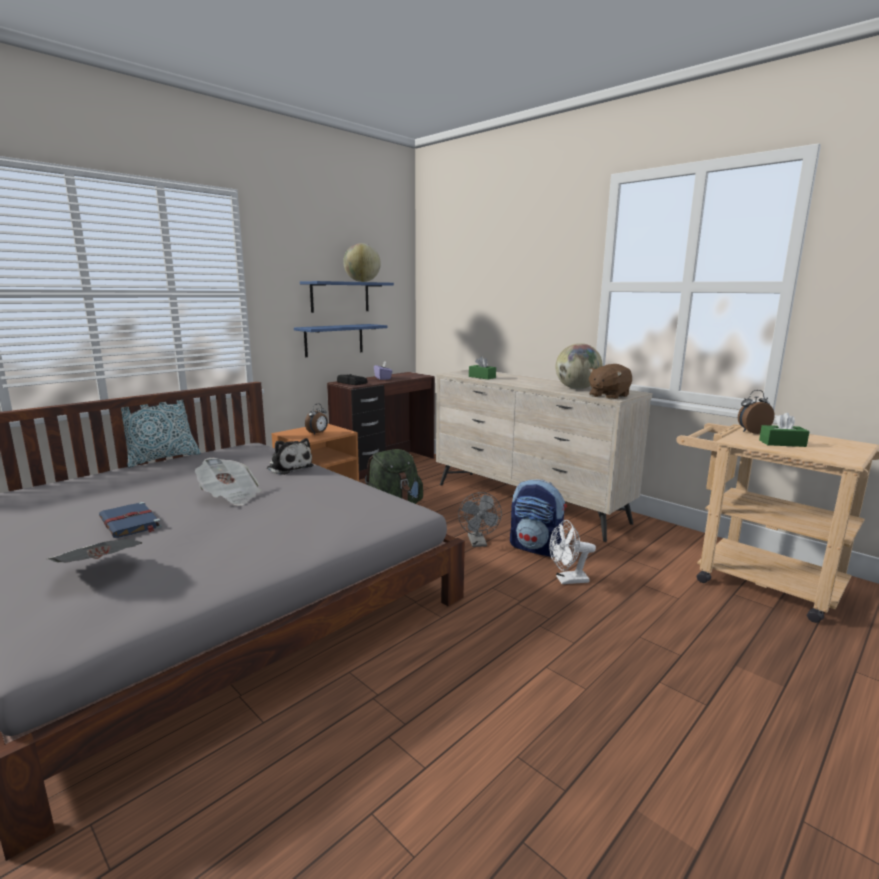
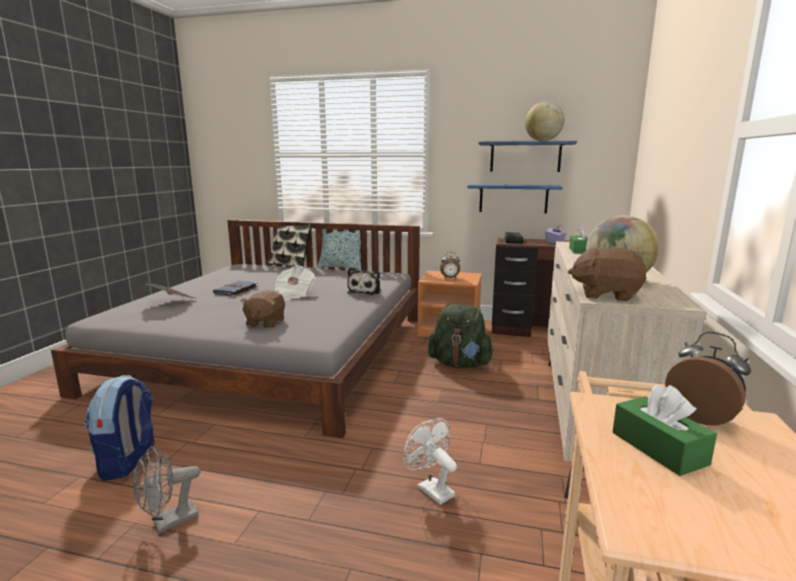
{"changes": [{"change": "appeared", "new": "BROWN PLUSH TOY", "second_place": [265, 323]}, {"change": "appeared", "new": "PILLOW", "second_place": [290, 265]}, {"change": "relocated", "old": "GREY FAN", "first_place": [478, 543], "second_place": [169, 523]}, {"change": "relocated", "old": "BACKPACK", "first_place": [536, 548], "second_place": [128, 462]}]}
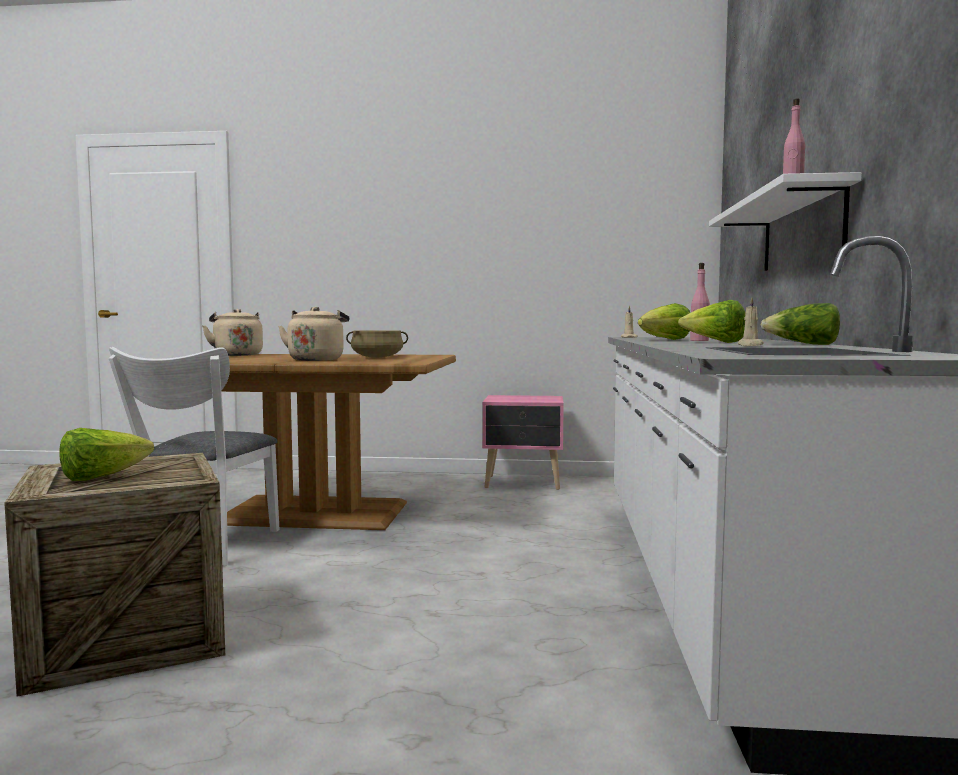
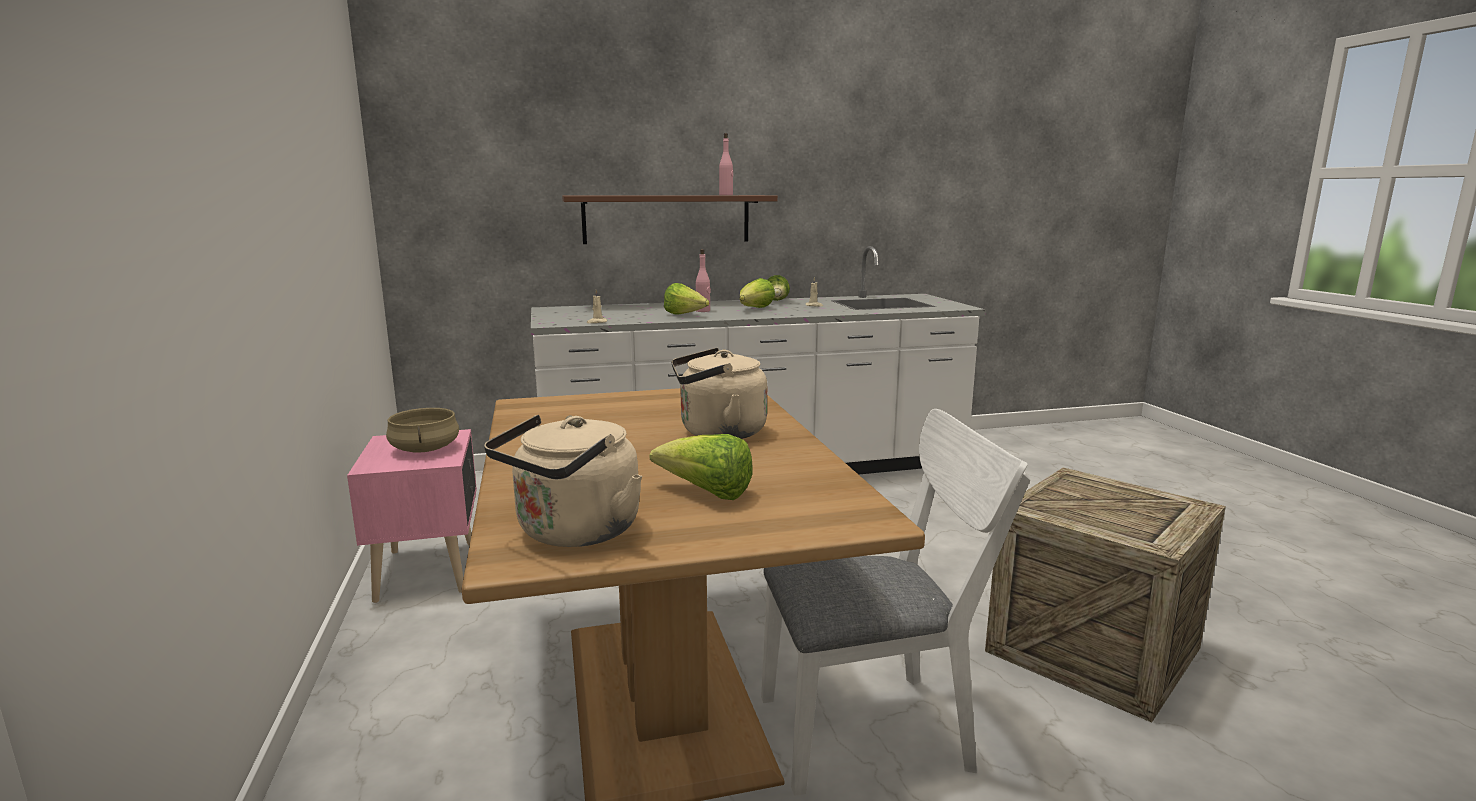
{"changes": [{"change": "relocated", "old": "LETTUCE", "first_place": [102, 477], "second_place": [707, 493]}, {"change": "relocated", "old": "BEIGE COOKING POT", "first_place": [377, 357], "second_place": [424, 449]}, {"change": "colour", "old": "WHITE SHELF", "new": "BROWN SHELF", "first_place": [801, 231], "second_place": [667, 219]}]}
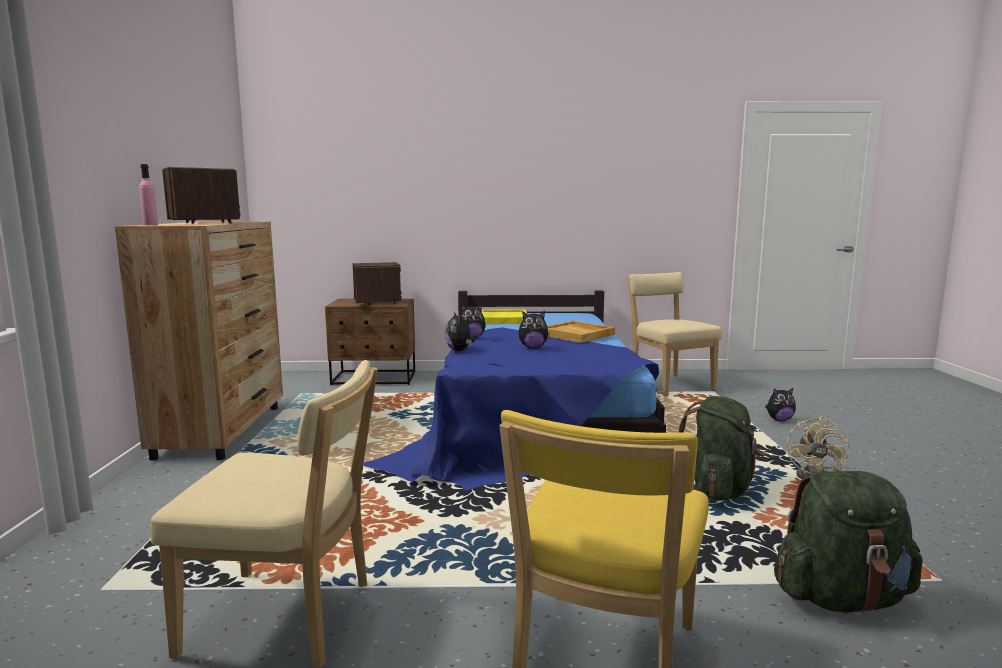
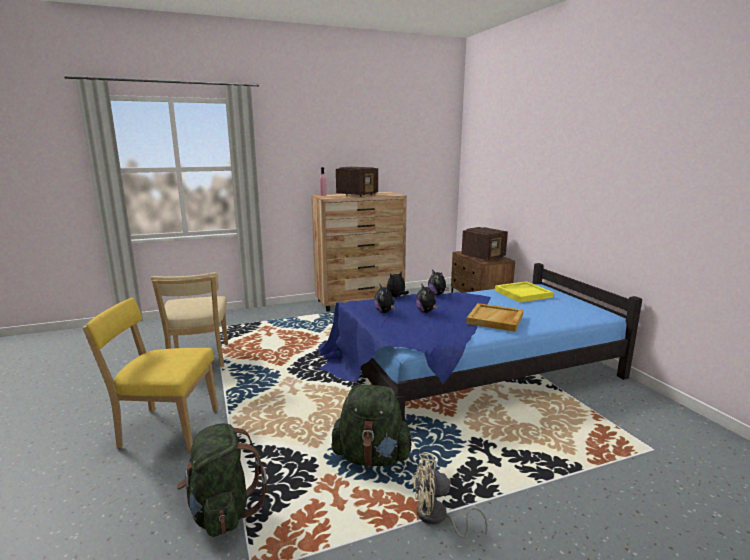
{"changes": [{"change": "missing", "old": "BEIGE CHAIR", "first_place": [668, 384]}, {"change": "relocated", "old": "PLUSH TOY", "first_place": [779, 420], "second_place": [385, 312]}]}
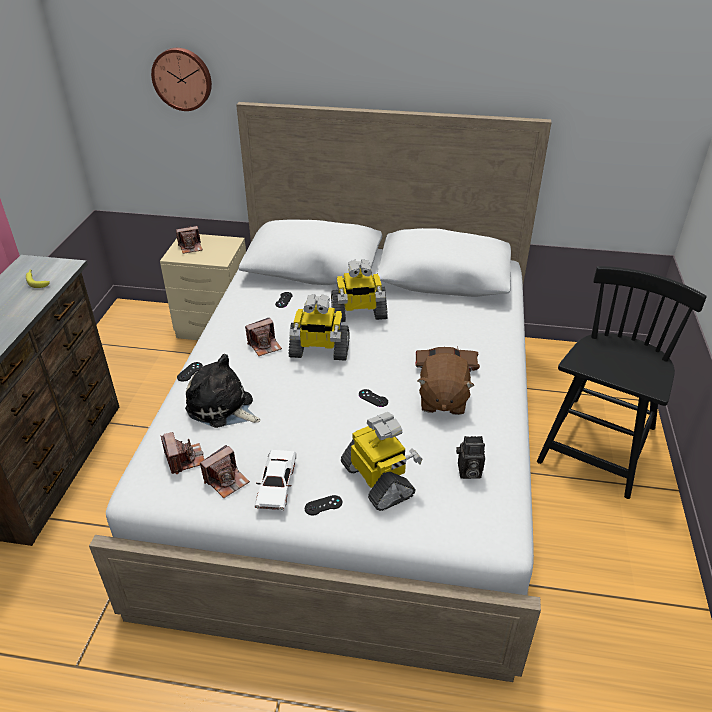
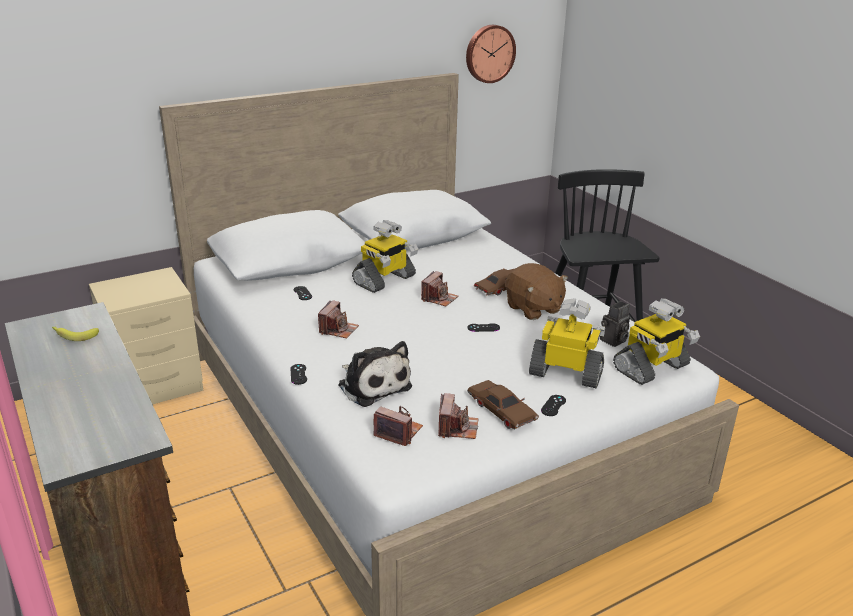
{"changes": [{"change": "relocated", "old": "WALL CLOCK", "first_place": [182, 78], "second_place": [489, 53]}, {"change": "relocated", "old": "PHOTO CAMERA", "first_place": [191, 247], "second_place": [439, 298]}, {"change": "relocated", "old": "TOY ROBOT", "first_place": [319, 351], "second_place": [651, 368]}, {"change": "colour", "old": "WHITE TOY CAR", "new": "BROWN TOY CAR", "first_place": [277, 485], "second_place": [501, 411]}, {"change": "spun", "old": "PLUSH TOY", "first_place": [222, 408], "second_place": [373, 385], "degrees": -120}]}
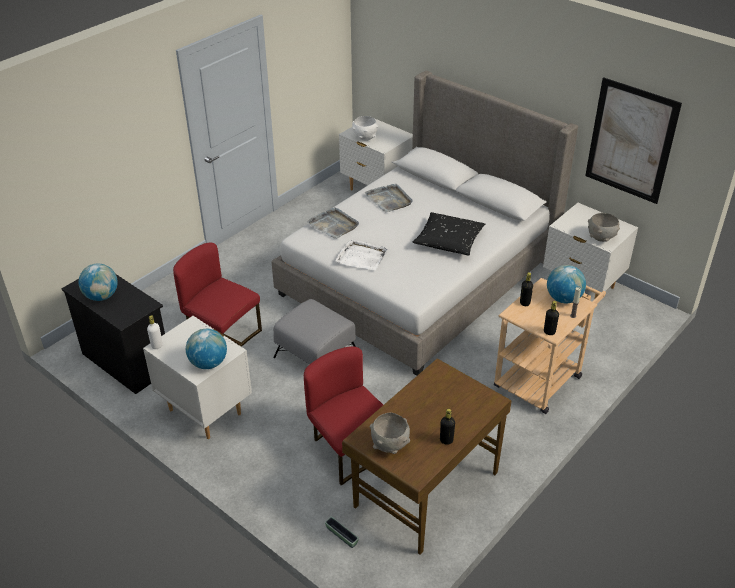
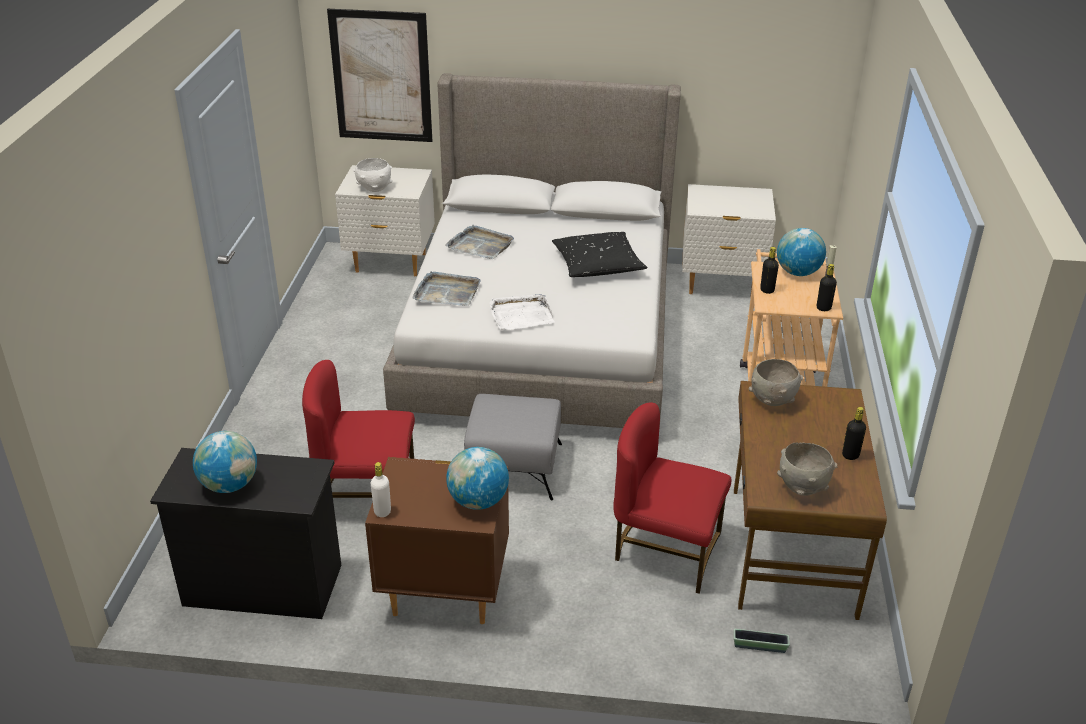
{"changes": [{"change": "relocated", "old": "PICTURE", "first_place": [630, 141], "second_place": [381, 76]}, {"change": "relocated", "old": "GREY BOWL", "first_place": [601, 238], "second_place": [772, 400]}, {"change": "colour", "old": "WHITE NIGHTSTAND", "new": "BROWN NIGHTSTAND", "first_place": [205, 411], "second_place": [444, 593]}]}
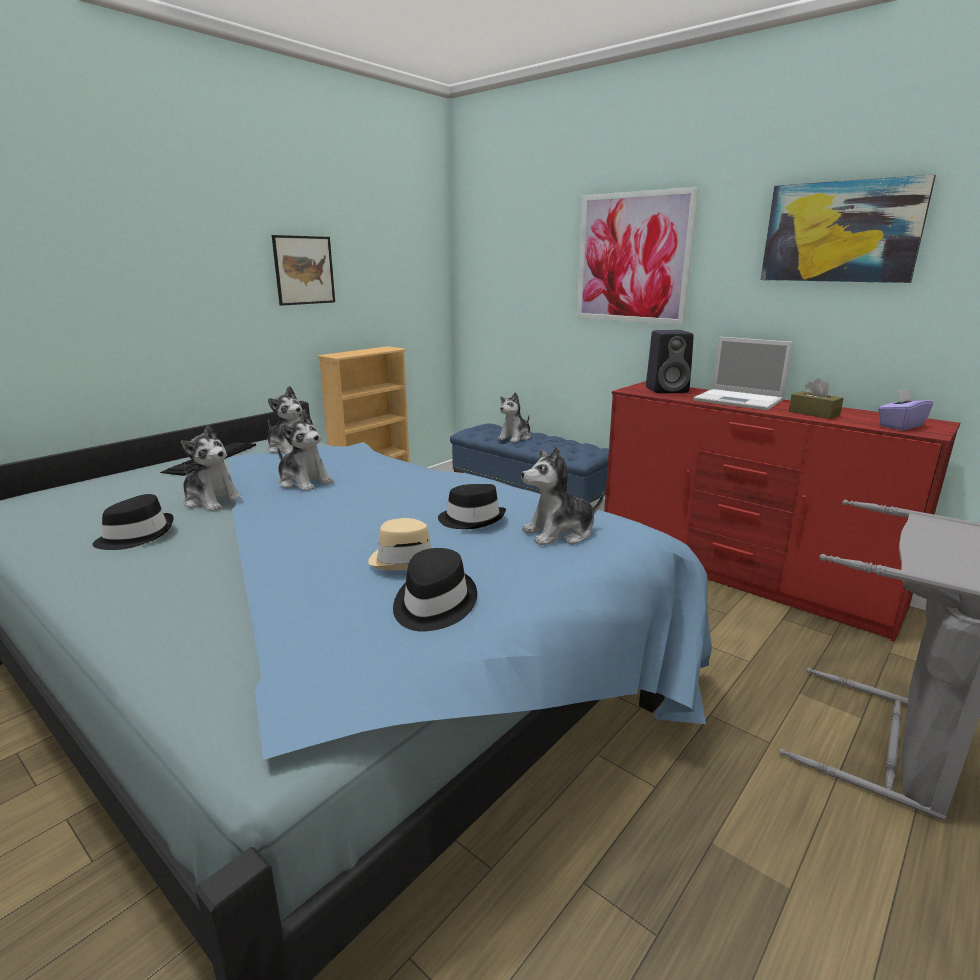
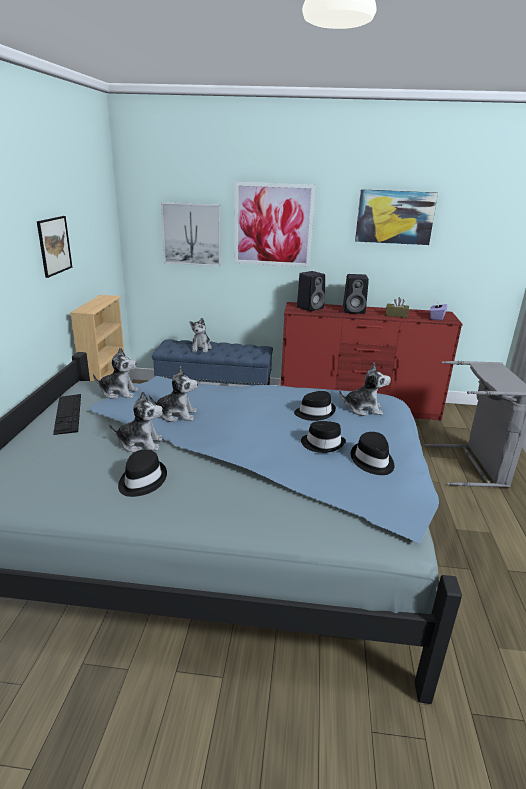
{"changes": [{"change": "appeared", "new": "PICTURE", "second_place": [192, 234]}, {"change": "exchanged", "old": "LAPTOP", "new": "BLACK SPEAKER", "first_place": [740, 400], "second_place": [354, 311]}, {"change": "colour", "old": "BEIGE HAT", "new": "BLACK HAT", "first_place": [404, 559], "second_place": [323, 444]}, {"change": "spun", "old": "PLUSH TOY", "first_place": [560, 533], "second_place": [363, 409], "degrees": -120}]}
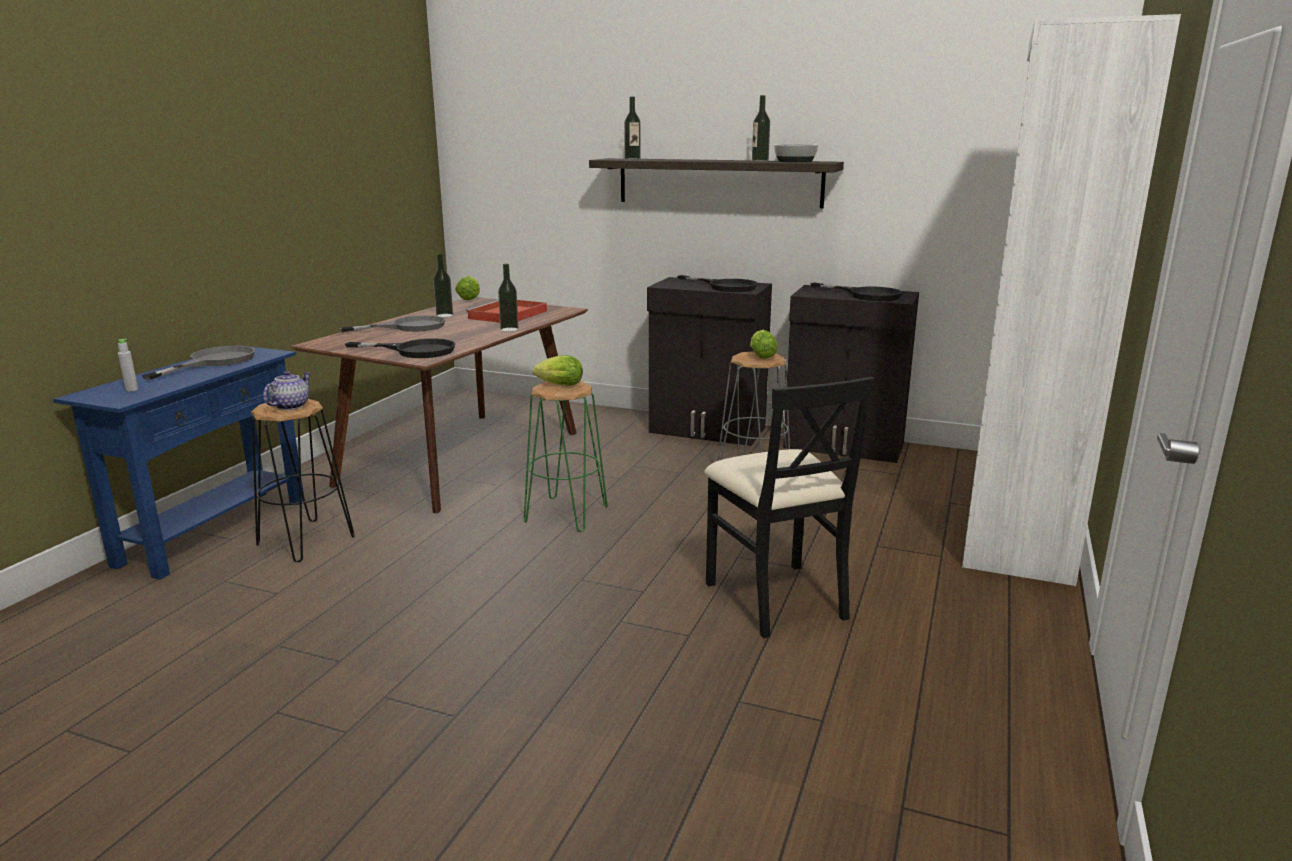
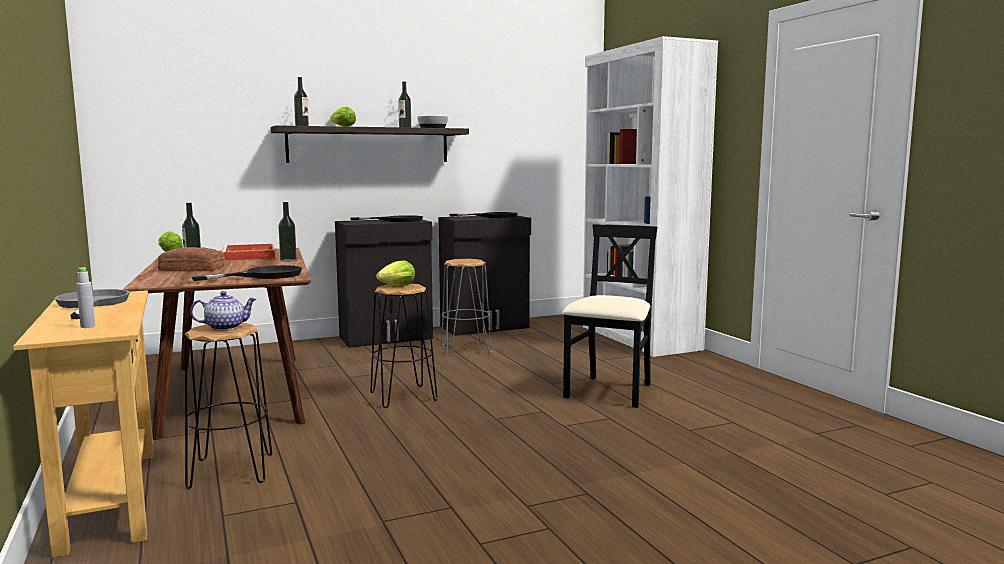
{"changes": [{"change": "relocated", "old": "LETTUCE", "first_place": [761, 356], "second_place": [342, 127]}, {"change": "exchanged", "old": "GREY FRYING PAN", "new": "BREAD", "first_place": [409, 327], "second_place": [191, 269]}, {"change": "colour", "old": "BLUE CONSOLE TABLE", "new": "BEIGE CONSOLE TABLE", "first_place": [214, 531], "second_place": [110, 498]}, {"change": "colour", "old": "GREEN STOOL", "new": "BLACK STOOL", "first_place": [566, 514], "second_place": [403, 396]}, {"change": "spun", "old": "TEAPOT", "first_place": [290, 406], "second_place": [225, 327], "degrees": 90}, {"change": "spun", "old": "BLACK CHAIR", "first_place": [776, 598], "second_place": [610, 392], "degrees": -90}]}
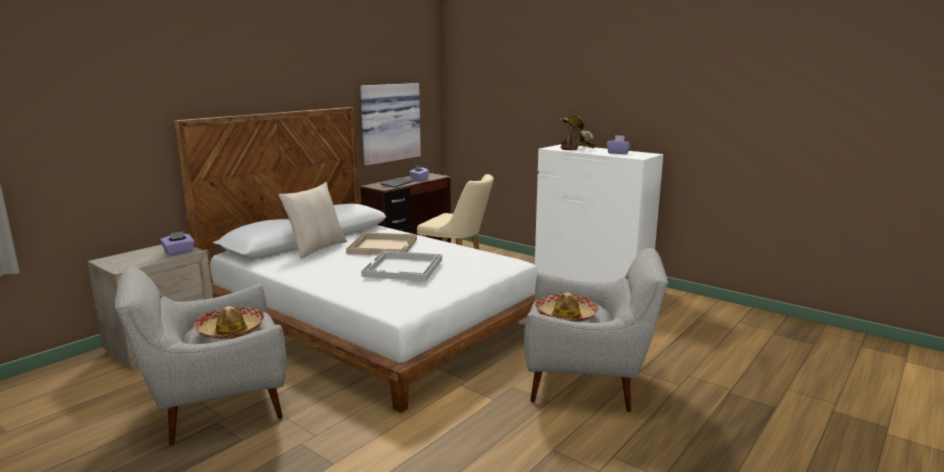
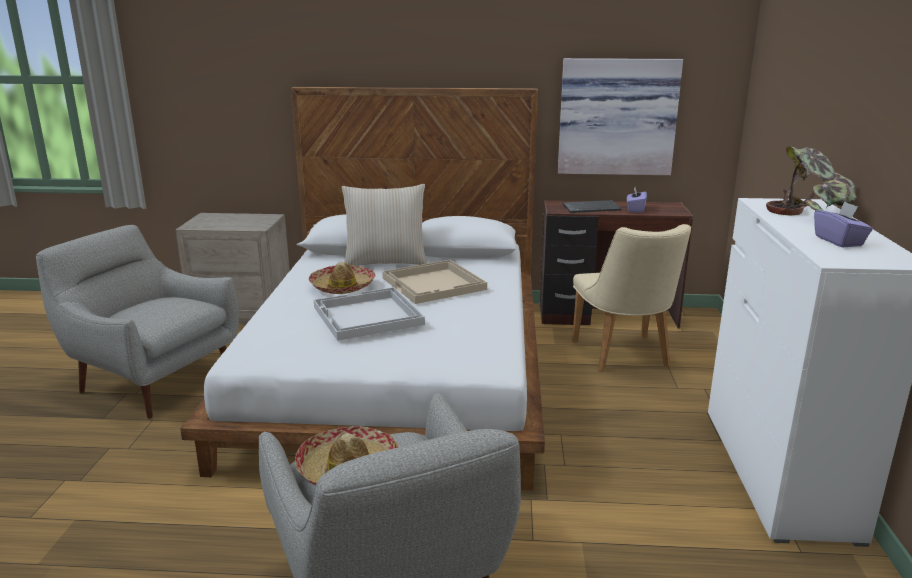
{"changes": [{"change": "missing", "old": "PURPLE TISSUE BOX", "first_place": [179, 252]}, {"change": "relocated", "old": "HAT", "first_place": [231, 330], "second_place": [342, 287]}]}
